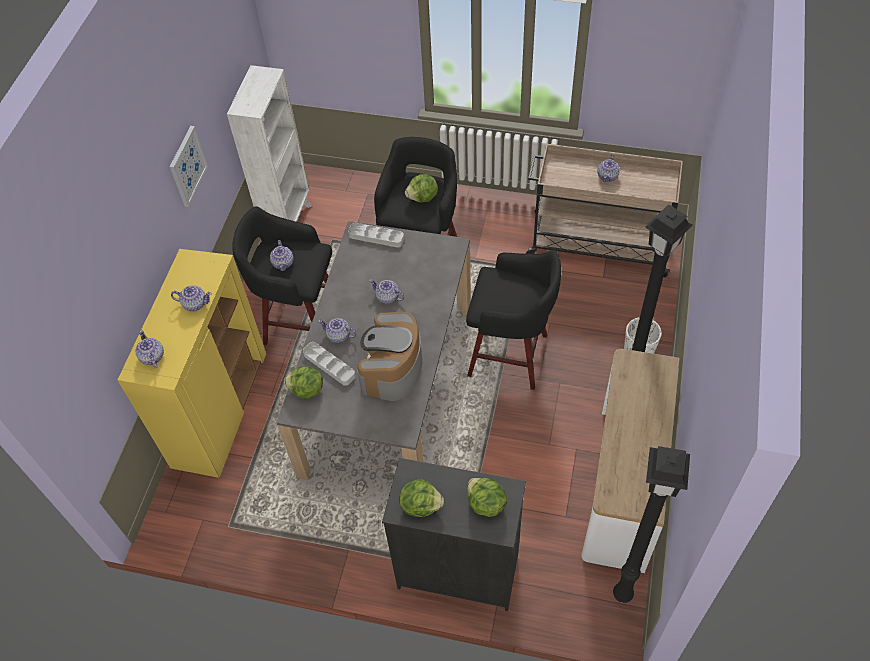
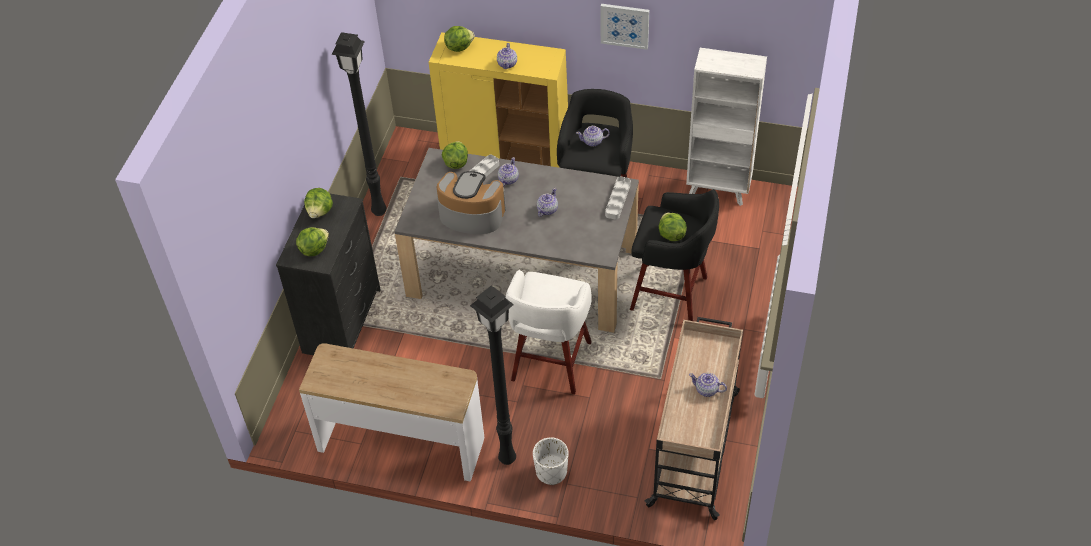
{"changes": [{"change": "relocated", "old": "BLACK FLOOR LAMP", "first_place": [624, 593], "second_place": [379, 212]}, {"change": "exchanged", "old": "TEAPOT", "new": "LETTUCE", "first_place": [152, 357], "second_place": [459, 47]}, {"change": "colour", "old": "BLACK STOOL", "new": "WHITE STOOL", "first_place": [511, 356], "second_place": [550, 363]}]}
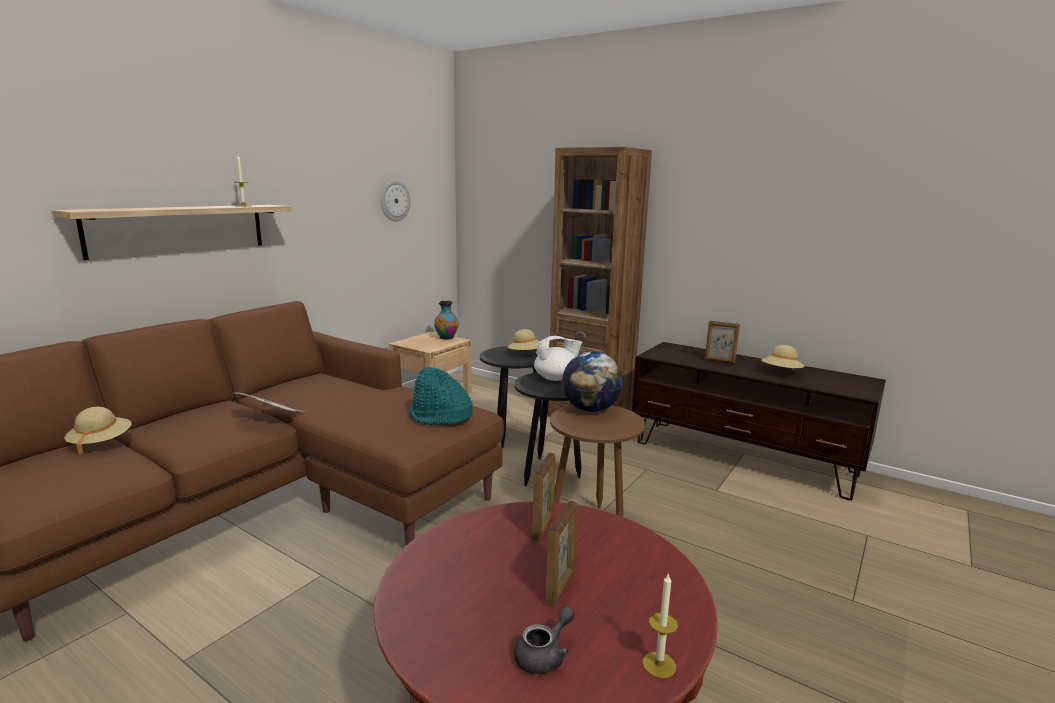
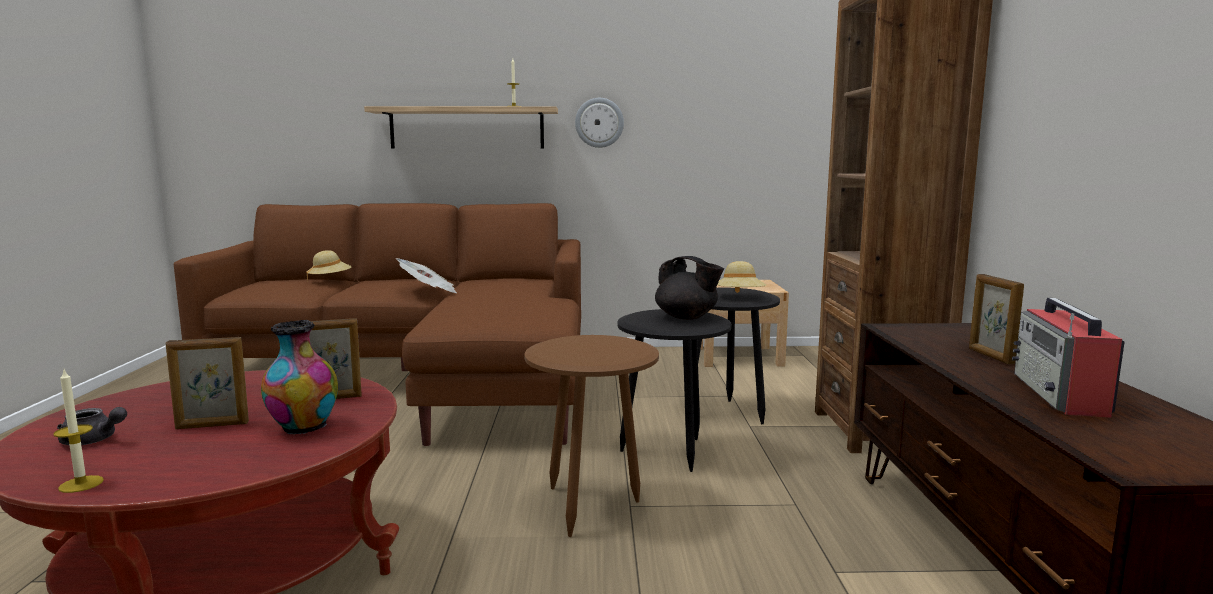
{"changes": [{"change": "missing", "old": "TURQUOISE HAT", "first_place": [440, 417]}, {"change": "missing", "old": "GLOBE", "first_place": [590, 409]}, {"change": "relocated", "old": "WALL CLOCK", "first_place": [394, 201], "second_place": [599, 122]}, {"change": "relocated", "old": "VASE", "first_place": [446, 338], "second_place": [303, 428]}, {"change": "exchanged", "old": "BEIGE HAT", "new": "RADIO", "first_place": [781, 372], "second_place": [1060, 395]}, {"change": "colour", "old": "WHITE TEAPOT", "new": "BLACK TEAPOT", "first_place": [556, 378], "second_place": [687, 317]}]}
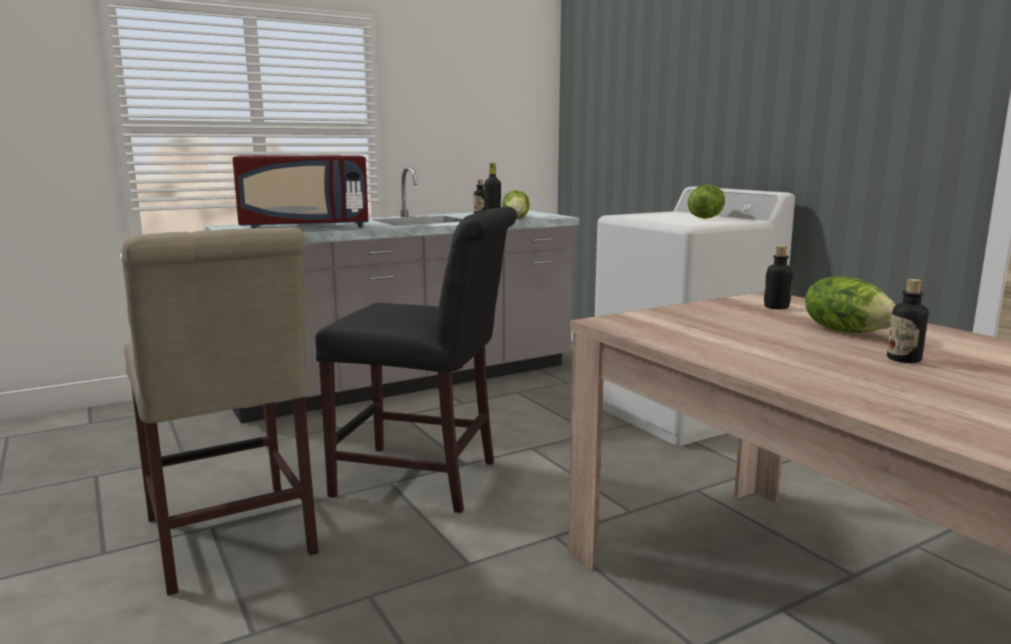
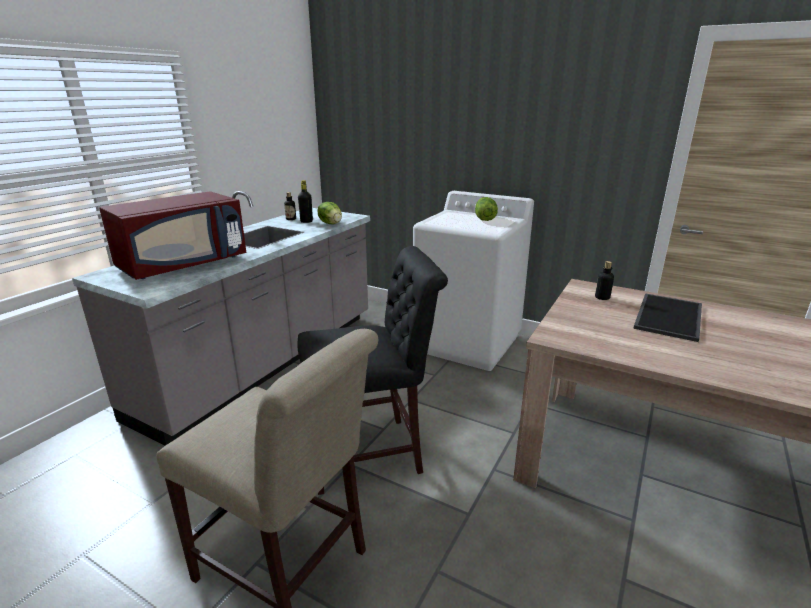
{"changes": [{"change": "missing", "old": "BOTTLE", "first_place": [903, 359]}, {"change": "exchanged", "old": "LETTUCE", "new": "TRAY", "first_place": [846, 331], "second_place": [667, 316]}]}
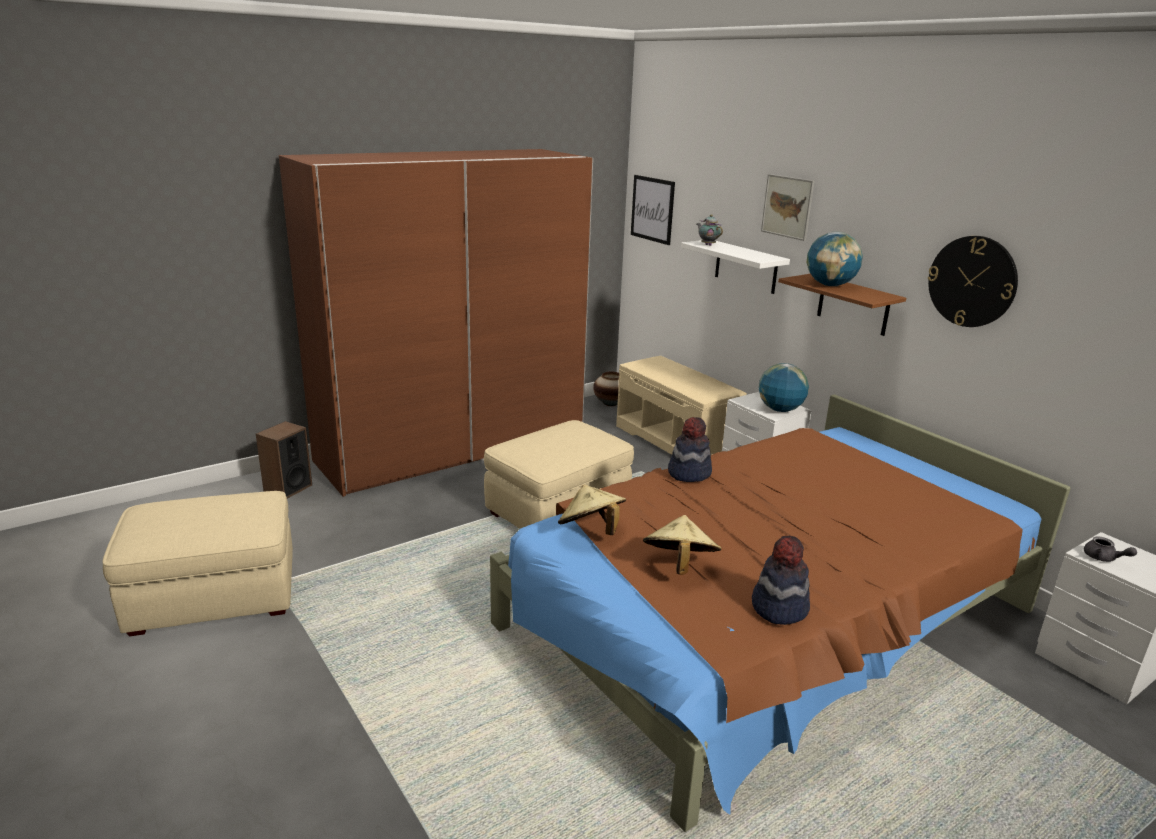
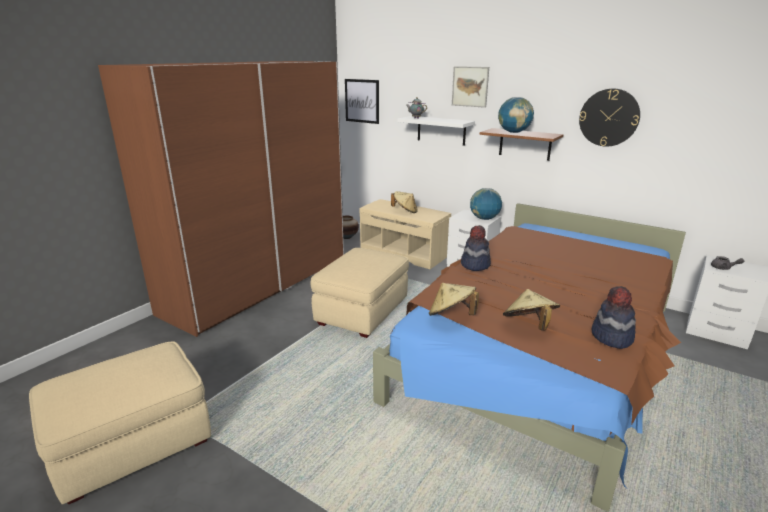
{"changes": [{"change": "missing", "old": "SPEAKER", "first_place": [288, 488]}, {"change": "appeared", "new": "BEIGE HAT", "second_place": [405, 211]}]}
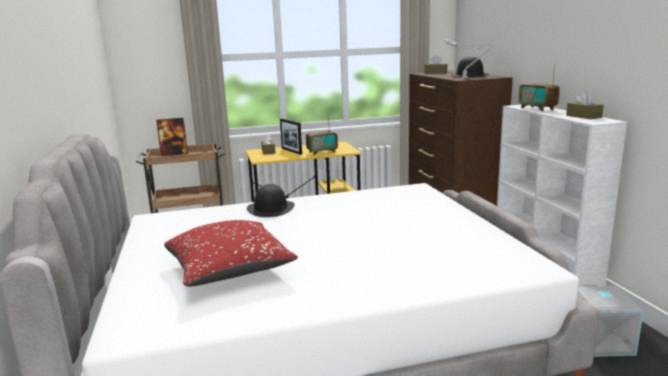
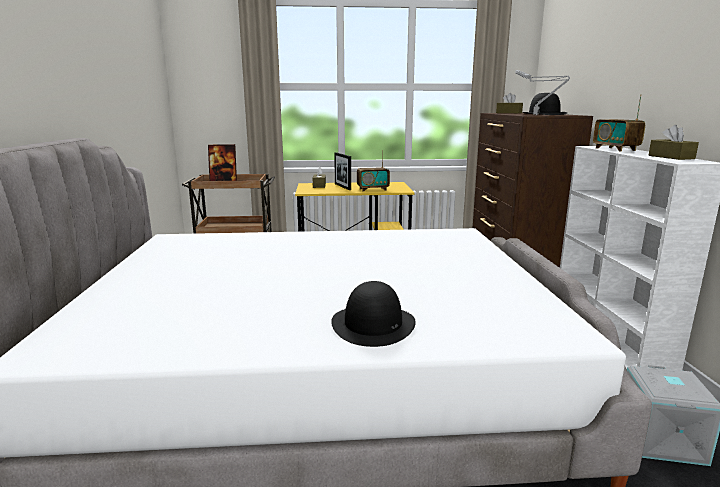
{"changes": [{"change": "missing", "old": "RED PILLOW", "first_place": [230, 270]}, {"change": "relocated", "old": "BLACK HAT", "first_place": [271, 208], "second_place": [373, 324]}]}
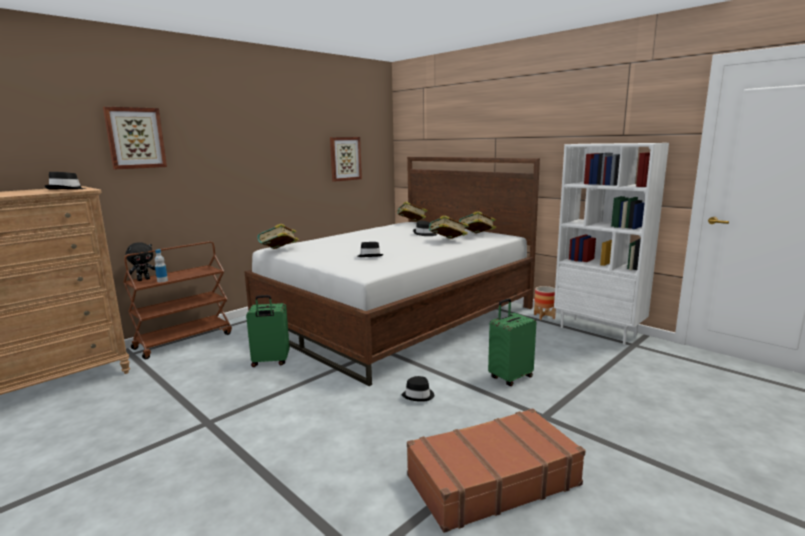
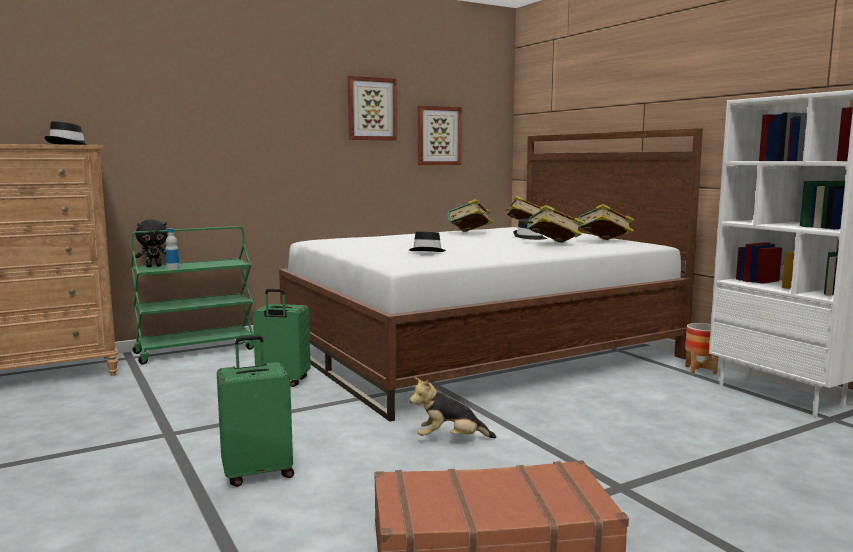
{"changes": [{"change": "relocated", "old": "PICTURE", "first_place": [135, 138], "second_place": [371, 109]}, {"change": "relocated", "old": "BOOK", "first_place": [279, 251], "second_place": [470, 233]}, {"change": "relocated", "old": "GREEN SUITCASE", "first_place": [510, 377], "second_place": [258, 473]}, {"change": "exchanged", "old": "BLACK HAT", "new": "PLUSH TOY", "first_place": [418, 395], "second_place": [450, 439]}, {"change": "colour", "old": "BROWN CART", "new": "GREEN CART", "first_place": [184, 340], "second_place": [196, 350]}]}
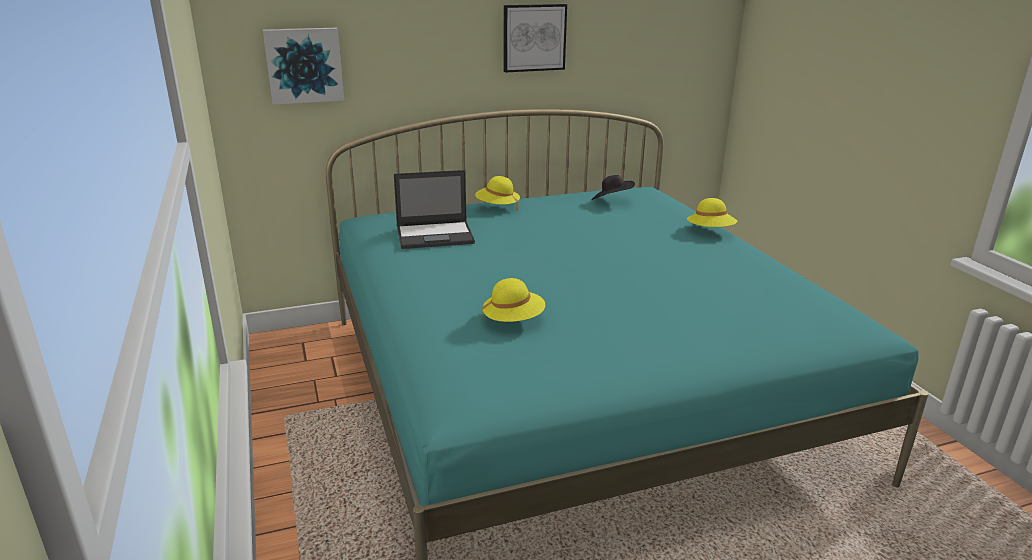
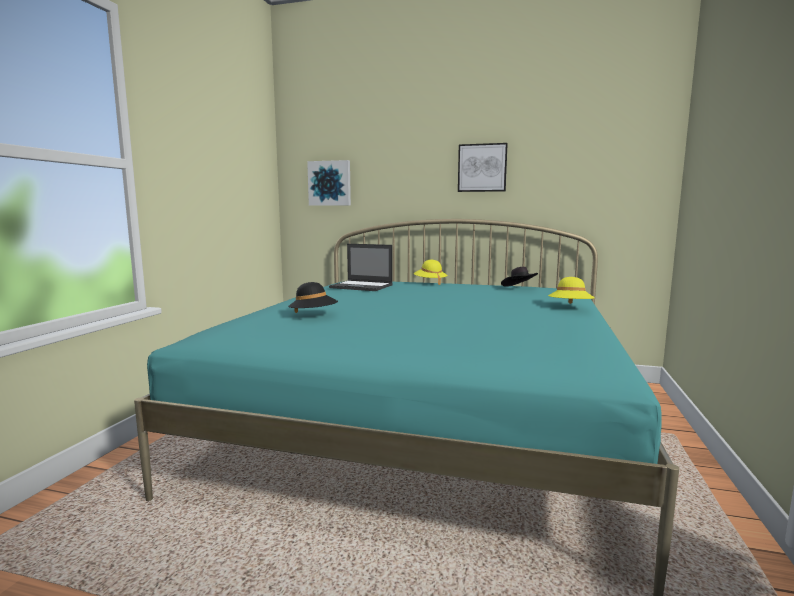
{"changes": [{"change": "colour", "old": "YELLOW HAT", "new": "BLACK HAT", "first_place": [513, 320], "second_place": [313, 316]}]}
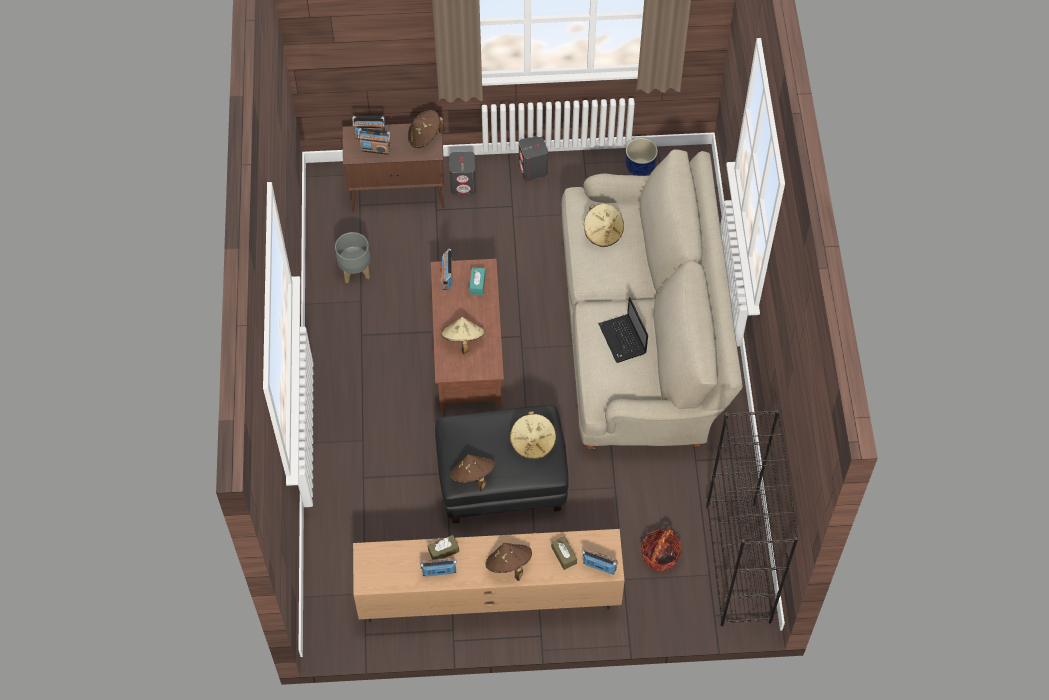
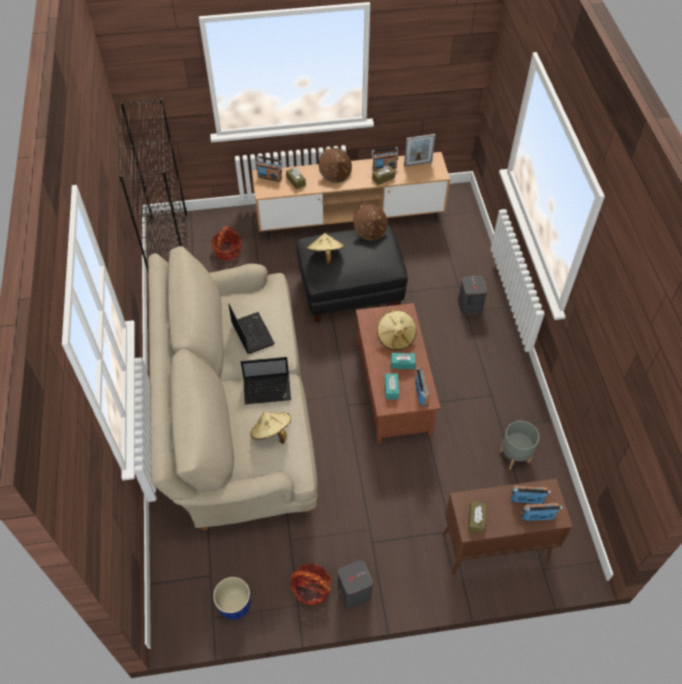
{"changes": [{"change": "appeared", "new": "LAPTOP", "second_place": [268, 389]}, {"change": "appeared", "new": "BASKET", "second_place": [311, 589]}, {"change": "appeared", "new": "TURQUOISE TISSUE BOX", "second_place": [402, 363]}, {"change": "appeared", "new": "PICTURE FRAME", "second_place": [418, 163]}, {"change": "relocated", "old": "GREY SPEAKER", "first_place": [463, 184], "second_place": [469, 306]}, {"change": "exchanged", "old": "BROWN HAT", "new": "BROWN TISSUE BOX", "first_place": [424, 137], "second_place": [476, 519]}]}
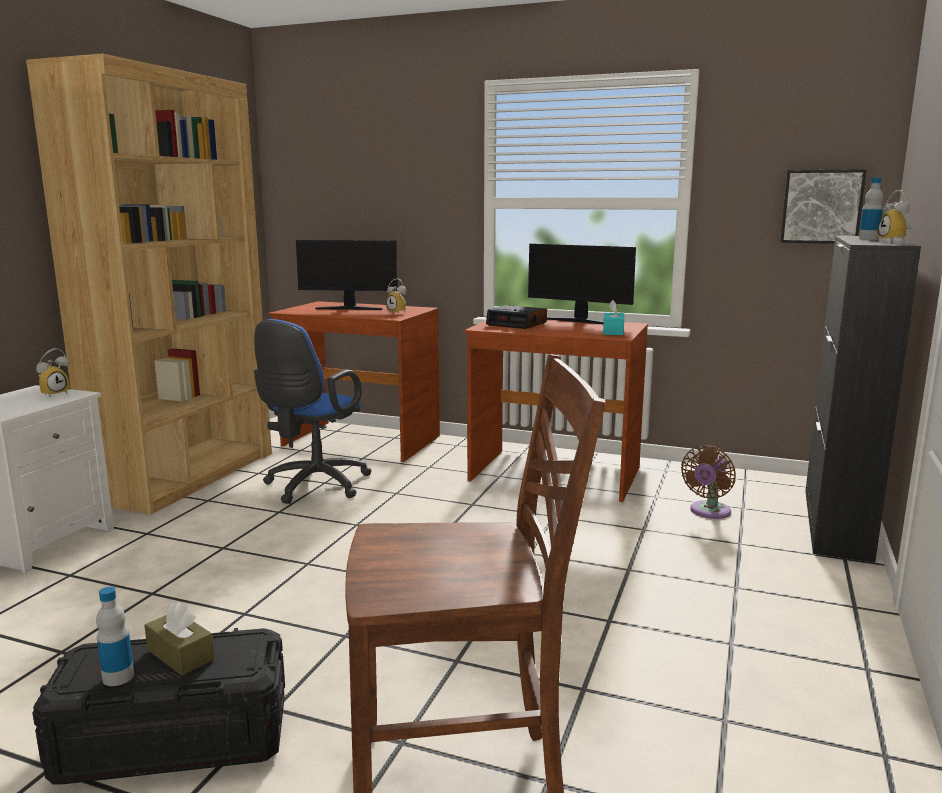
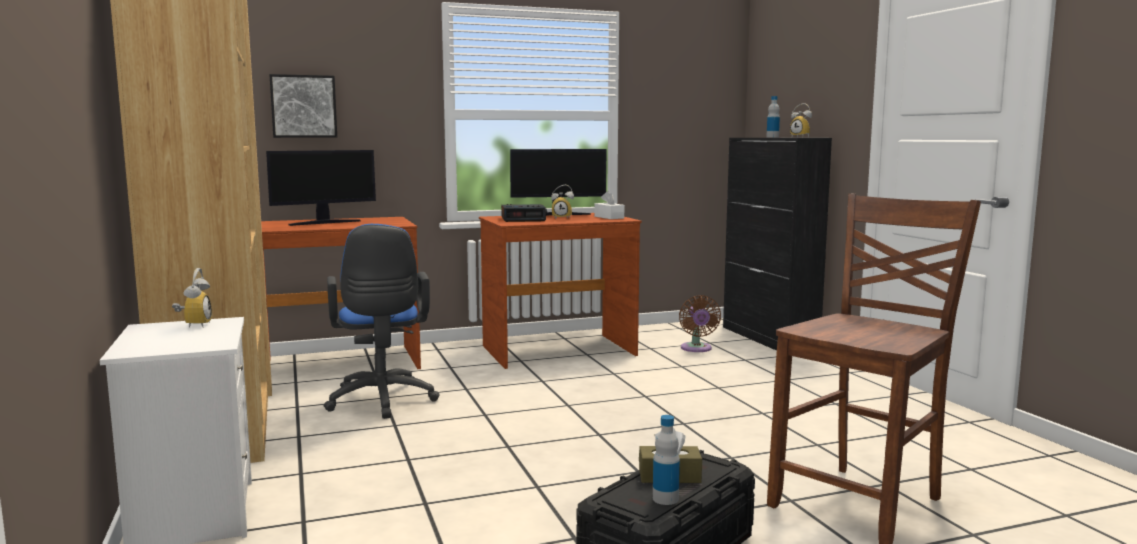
{"changes": [{"change": "relocated", "old": "ALARM CLOCK", "first_place": [399, 313], "second_place": [562, 218]}, {"change": "relocated", "old": "PICTURE", "first_place": [821, 206], "second_place": [303, 106]}, {"change": "colour", "old": "TURQUOISE TISSUE BOX", "new": "WHITE TISSUE BOX", "first_place": [613, 331], "second_place": [609, 217]}]}
